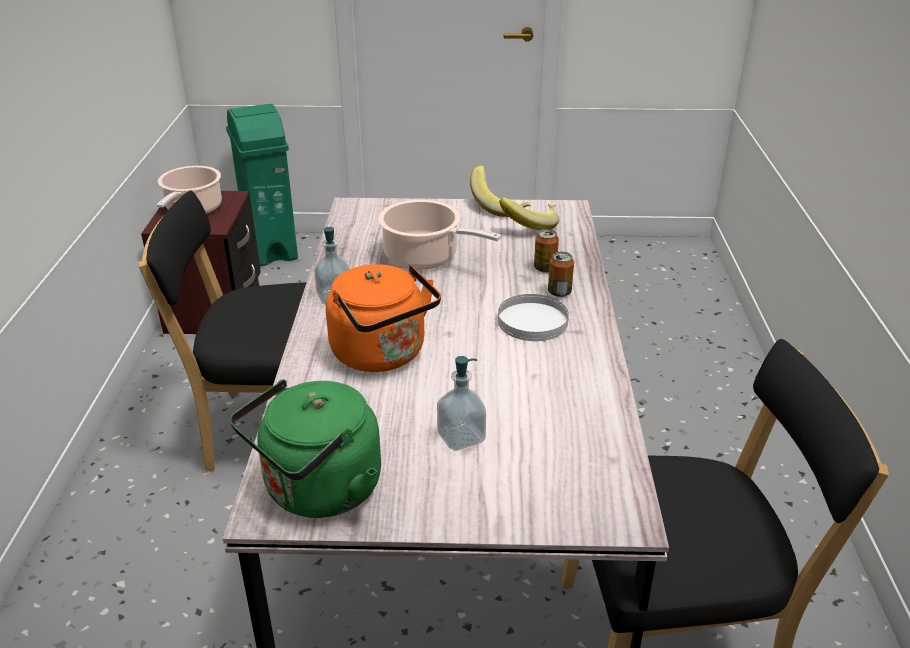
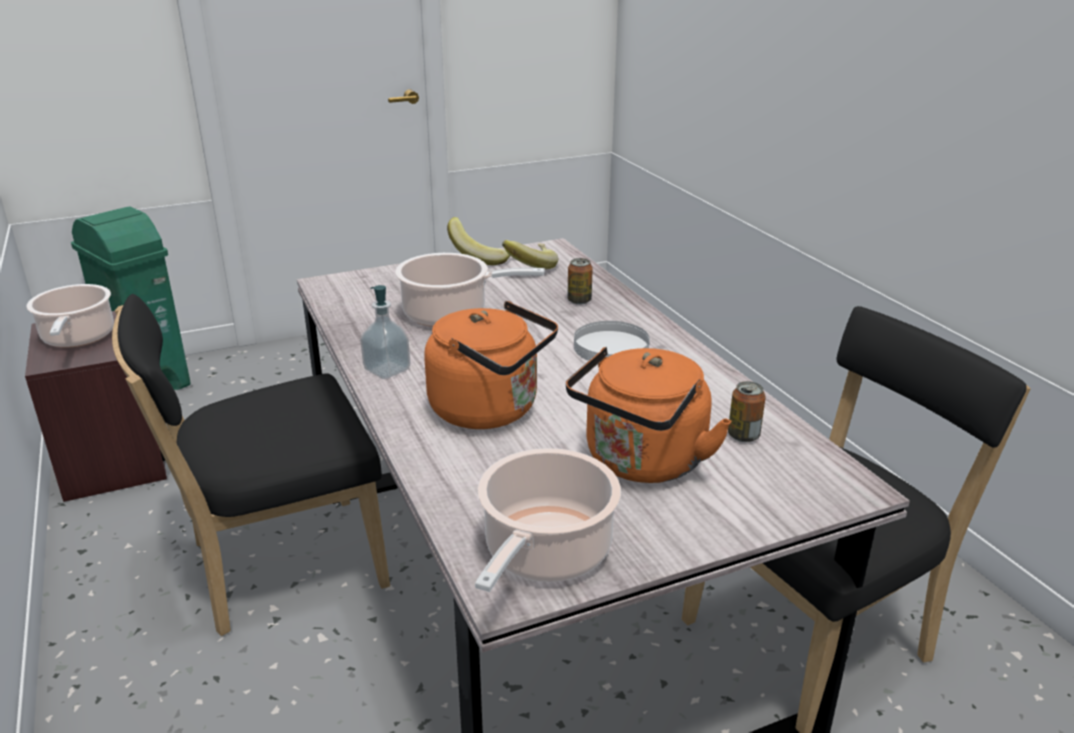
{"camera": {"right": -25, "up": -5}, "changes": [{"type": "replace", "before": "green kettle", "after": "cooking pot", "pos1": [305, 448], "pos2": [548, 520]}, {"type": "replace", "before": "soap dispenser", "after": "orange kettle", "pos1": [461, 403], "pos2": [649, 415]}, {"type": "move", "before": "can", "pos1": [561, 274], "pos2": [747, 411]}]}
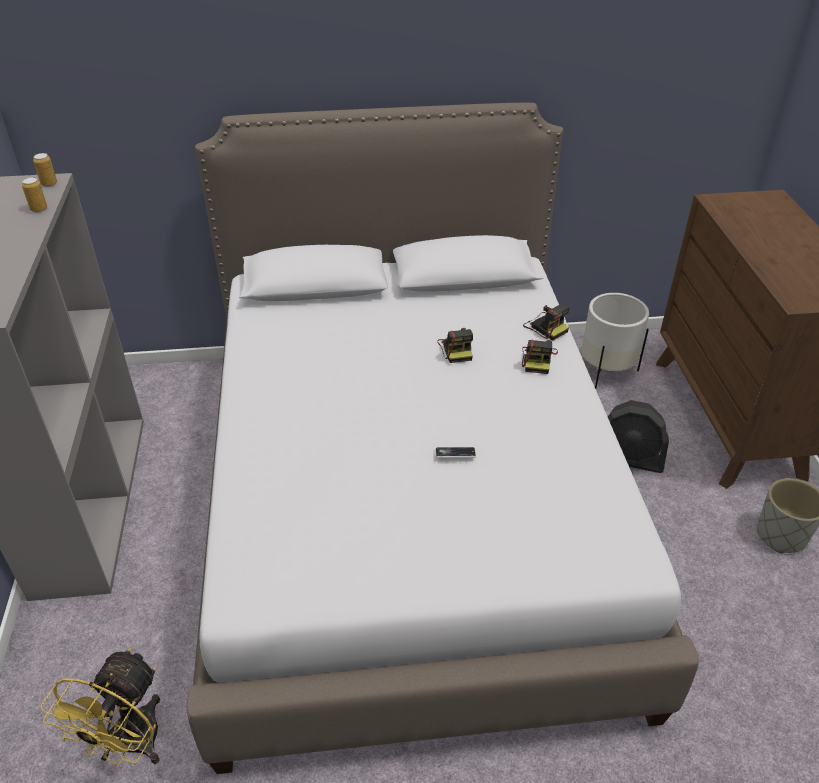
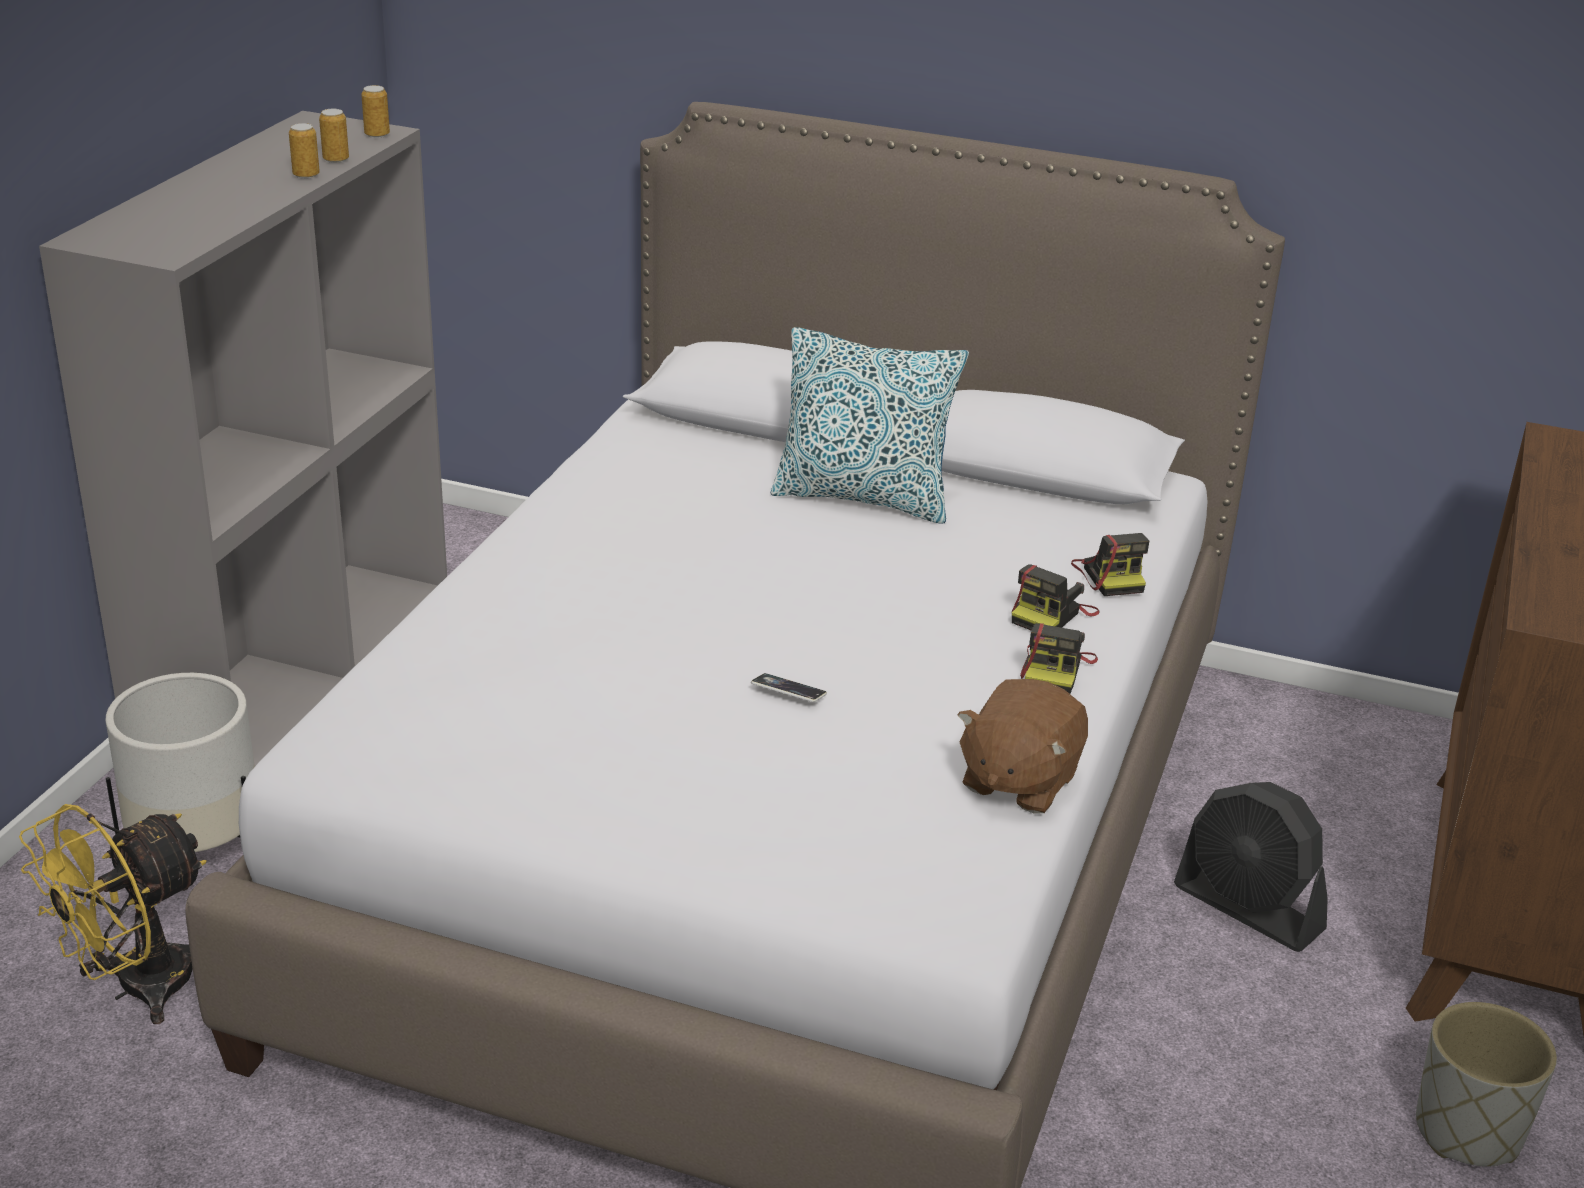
{"camera": {"right": 25, "up": -10}, "changes": [{"type": "move", "before": "photo camera", "pos1": [455, 345], "pos2": [1059, 658]}, {"type": "move", "before": "white planter", "pos1": [615, 341], "pos2": [180, 762]}, {"type": "insert", "after": "can", "pos2": [304, 151]}, {"type": "insert", "after": "pillow", "pos2": [870, 425]}, {"type": "insert", "after": "brown plush toy", "pos2": [1022, 746]}]}
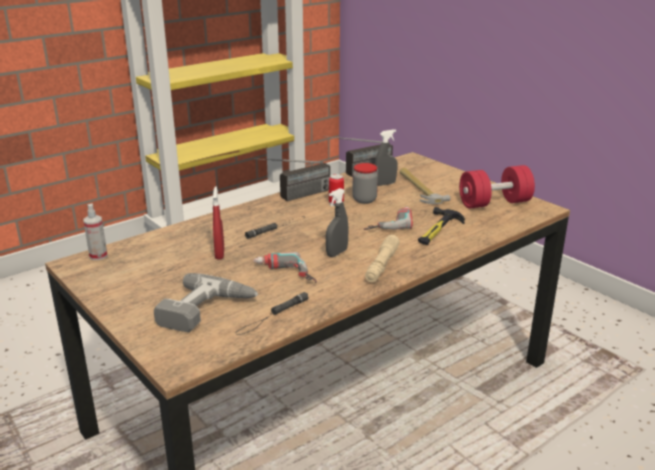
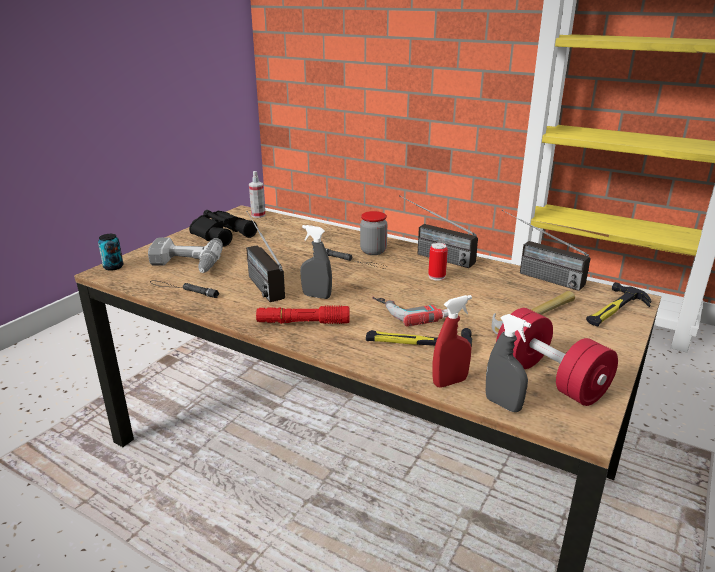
{"camera": {"right": 70, "up": 0}, "changes": [{"type": "move", "before": "red spray bottle", "pos1": [218, 223], "pos2": [452, 341]}, {"type": "replace", "before": "power drill", "after": "radio", "pos1": [285, 267], "pos2": [265, 256]}, {"type": "move", "before": "jar", "pos1": [365, 183], "pos2": [373, 233]}, {"type": "recolor", "before": "beige flashlight", "after": "red flashlight", "pos1": [382, 258], "pos2": [302, 314]}, {"type": "move", "before": "grey spray bottle", "pos1": [386, 157], "pos2": [508, 363]}, {"type": "insert", "after": "can", "pos2": [110, 252]}, {"type": "insert", "after": "black binoculars", "pos2": [223, 228]}, {"type": "insert", "after": "hammer", "pos2": [618, 304]}]}
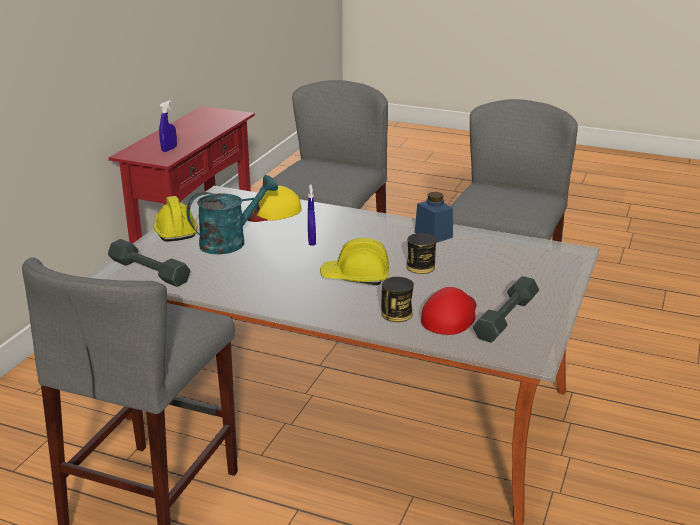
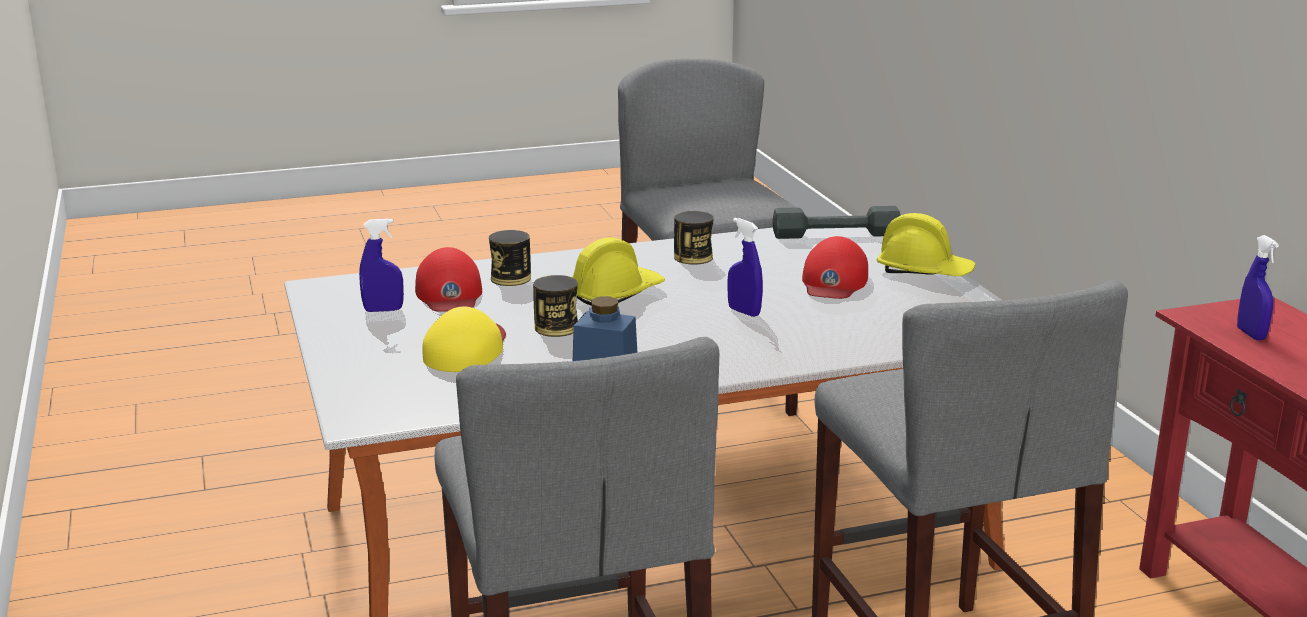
{"camera": {"right": 140, "up": -5}, "changes": [{"type": "replace", "before": "turquoise watering can", "after": "red cap", "pos1": [232, 214], "pos2": [835, 267]}, {"type": "move", "before": "yellow cap", "pos1": [274, 204], "pos2": [464, 339]}, {"type": "replace", "before": "grey dumbbell", "after": "blue spray bottle", "pos1": [506, 309], "pos2": [381, 265]}, {"type": "insert", "after": "can", "pos2": [694, 238]}]}
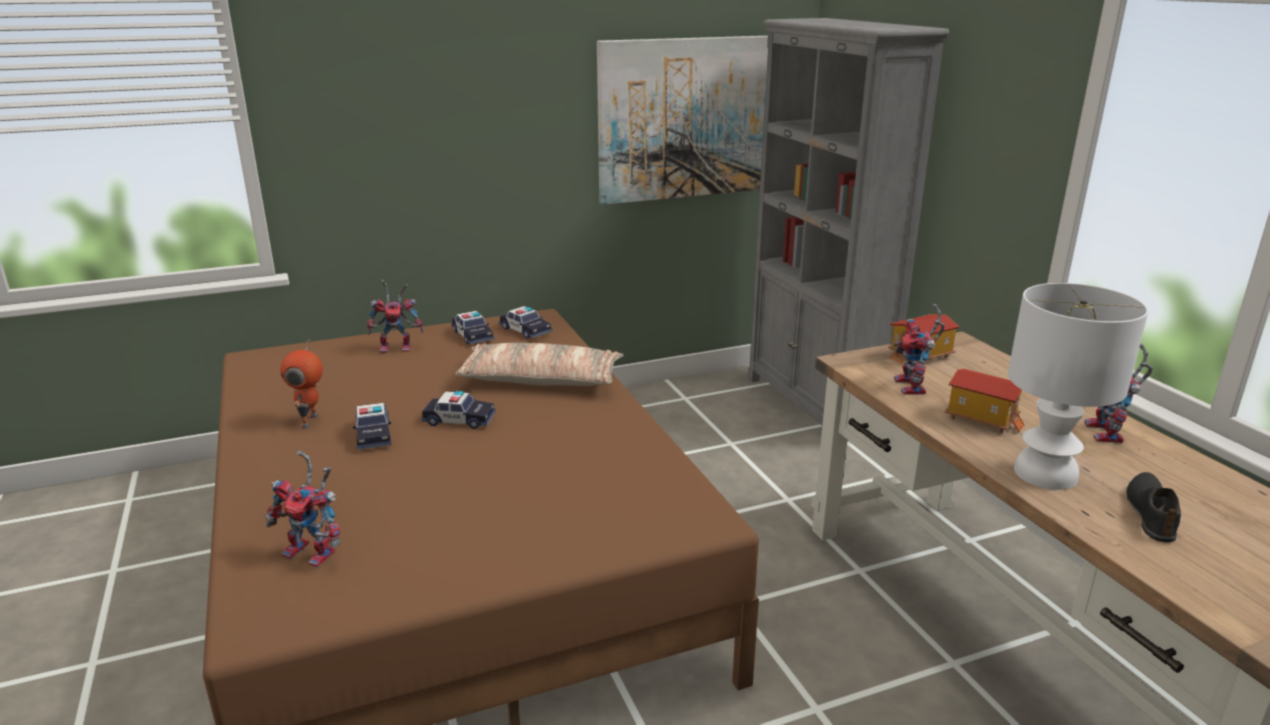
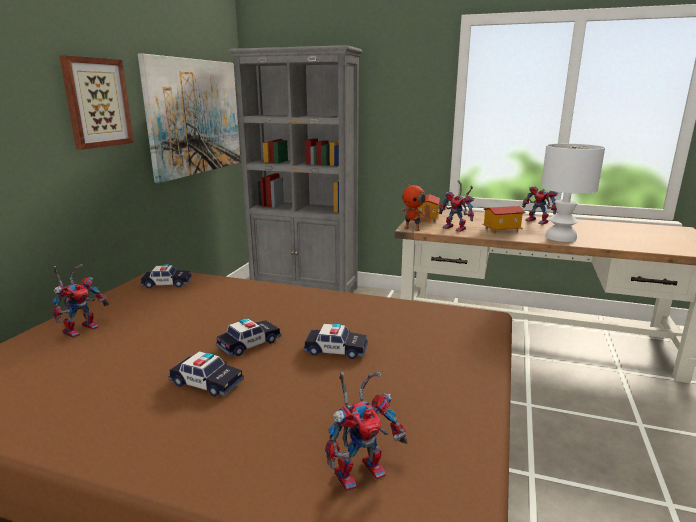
{"camera": {"right": -50, "up": -5}, "changes": [{"type": "move", "before": "toy robot", "pos1": [301, 383], "pos2": [414, 206]}, {"type": "move", "before": "toy car", "pos1": [472, 327], "pos2": [335, 341]}, {"type": "delete", "before": "pillow", "pos1": [539, 364]}, {"type": "delete", "before": "black shoe", "pos1": [1153, 507]}, {"type": "insert", "after": "picture", "pos2": [96, 102]}]}
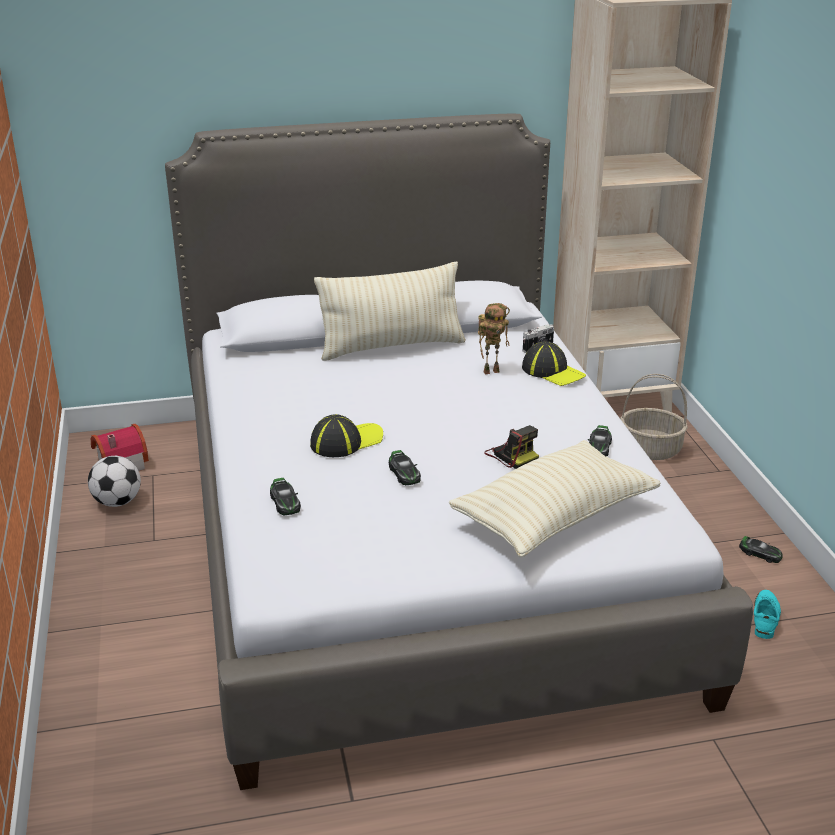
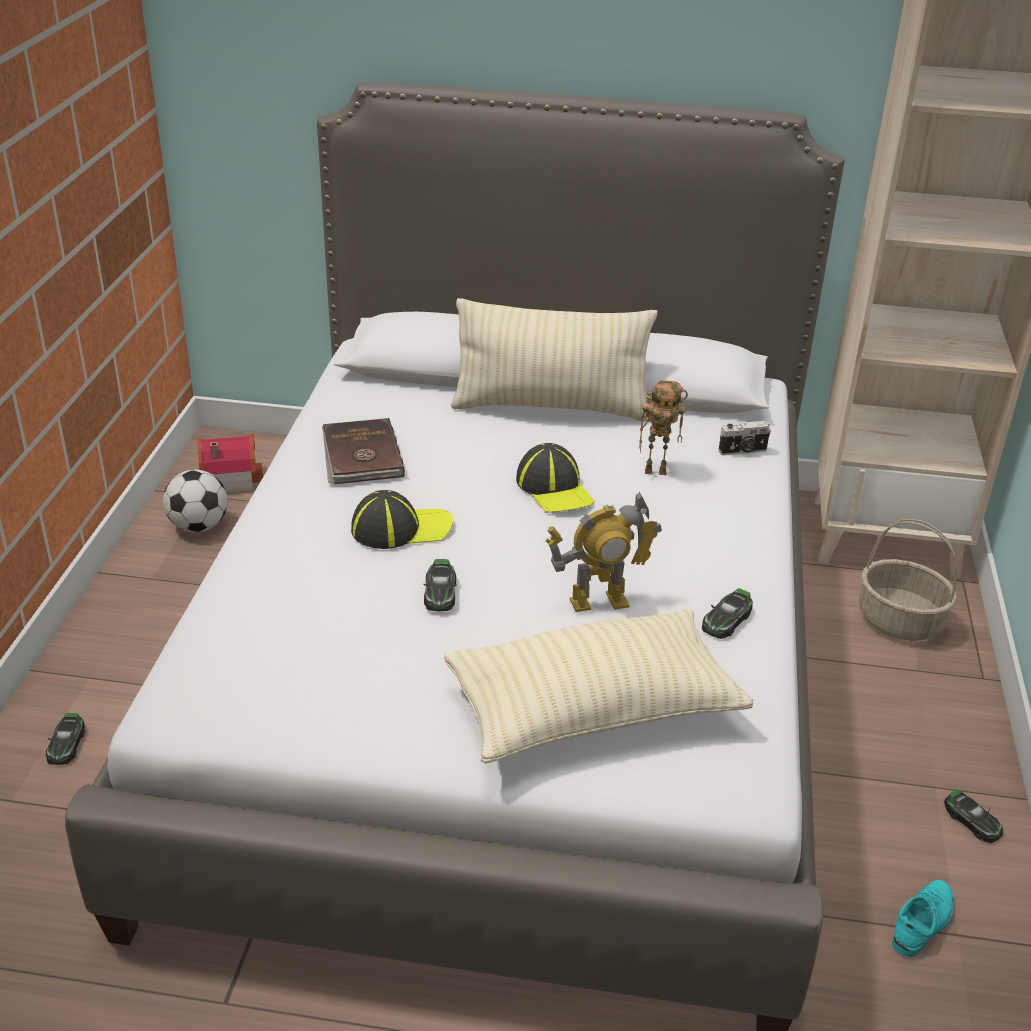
{"camera": {"right": 20, "up": 5}, "changes": [{"type": "move", "before": "toy car", "pos1": [285, 496], "pos2": [65, 739]}, {"type": "replace", "before": "photo camera", "after": "toy robot", "pos1": [511, 447], "pos2": [603, 552]}, {"type": "move", "before": "cap", "pos1": [554, 363], "pos2": [555, 478]}, {"type": "insert", "after": "brown book", "pos2": [363, 451]}]}
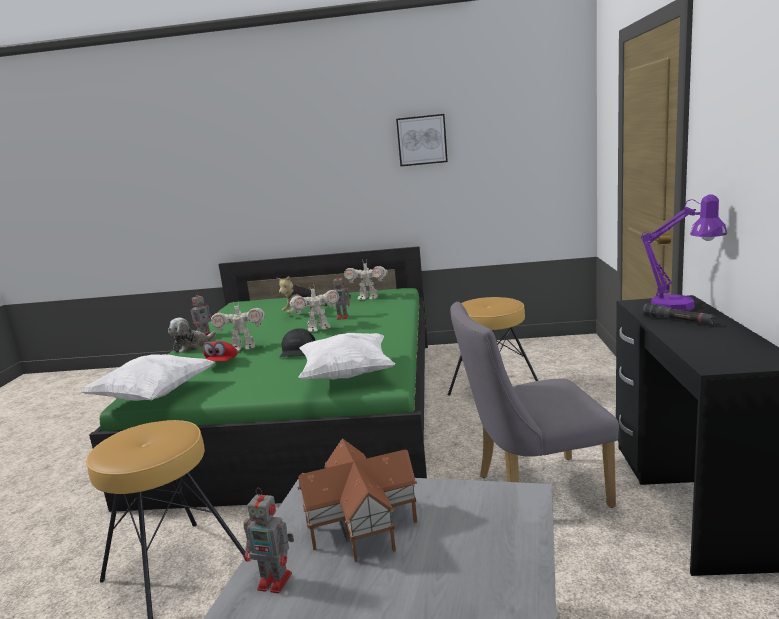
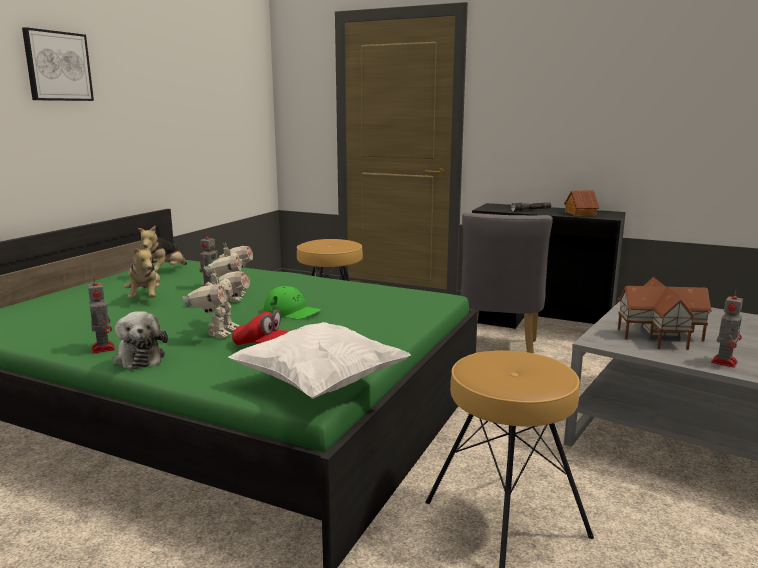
{"camera": {"right": -70, "up": 0}, "changes": [{"type": "recolor", "before": "black cap", "after": "green cap", "pos1": [298, 342], "pos2": [292, 302]}, {"type": "delete", "before": "white pillow", "pos1": [346, 356]}, {"type": "replace", "before": "toy robot", "after": "plush toy", "pos1": [366, 280], "pos2": [162, 249]}, {"type": "move", "before": "picture", "pos1": [422, 140], "pos2": [58, 64]}, {"type": "delete", "before": "purple table lamp", "pos1": [684, 252]}, {"type": "insert", "after": "toy house", "pos2": [581, 203]}]}
